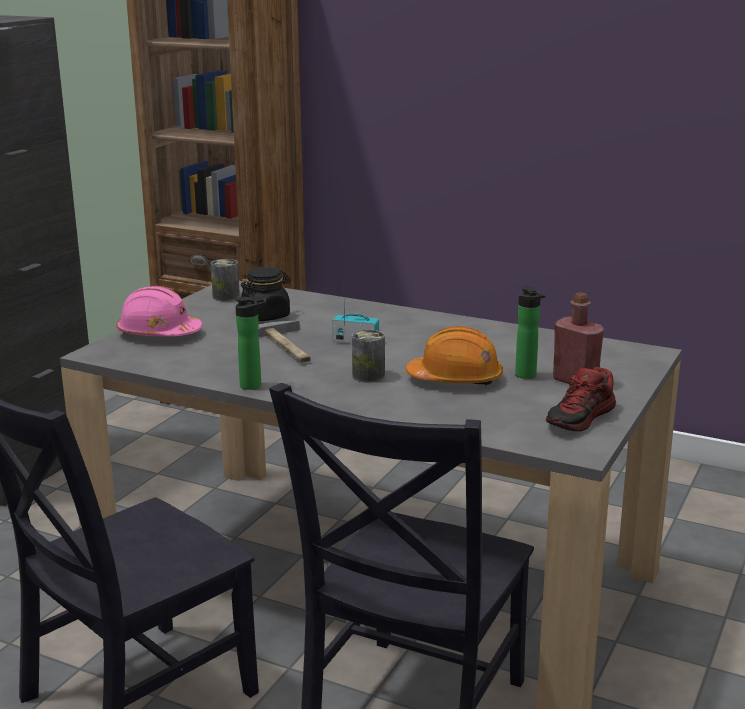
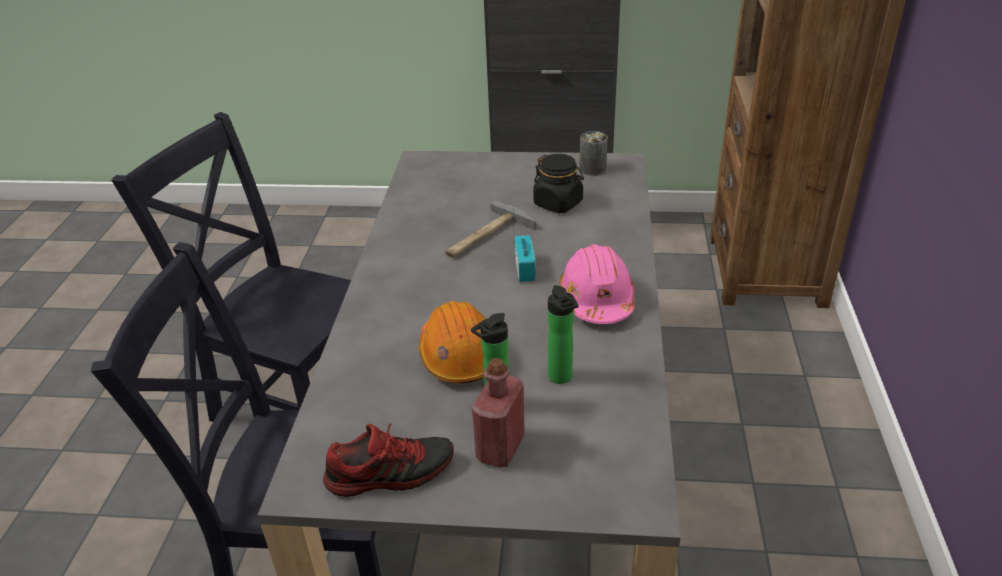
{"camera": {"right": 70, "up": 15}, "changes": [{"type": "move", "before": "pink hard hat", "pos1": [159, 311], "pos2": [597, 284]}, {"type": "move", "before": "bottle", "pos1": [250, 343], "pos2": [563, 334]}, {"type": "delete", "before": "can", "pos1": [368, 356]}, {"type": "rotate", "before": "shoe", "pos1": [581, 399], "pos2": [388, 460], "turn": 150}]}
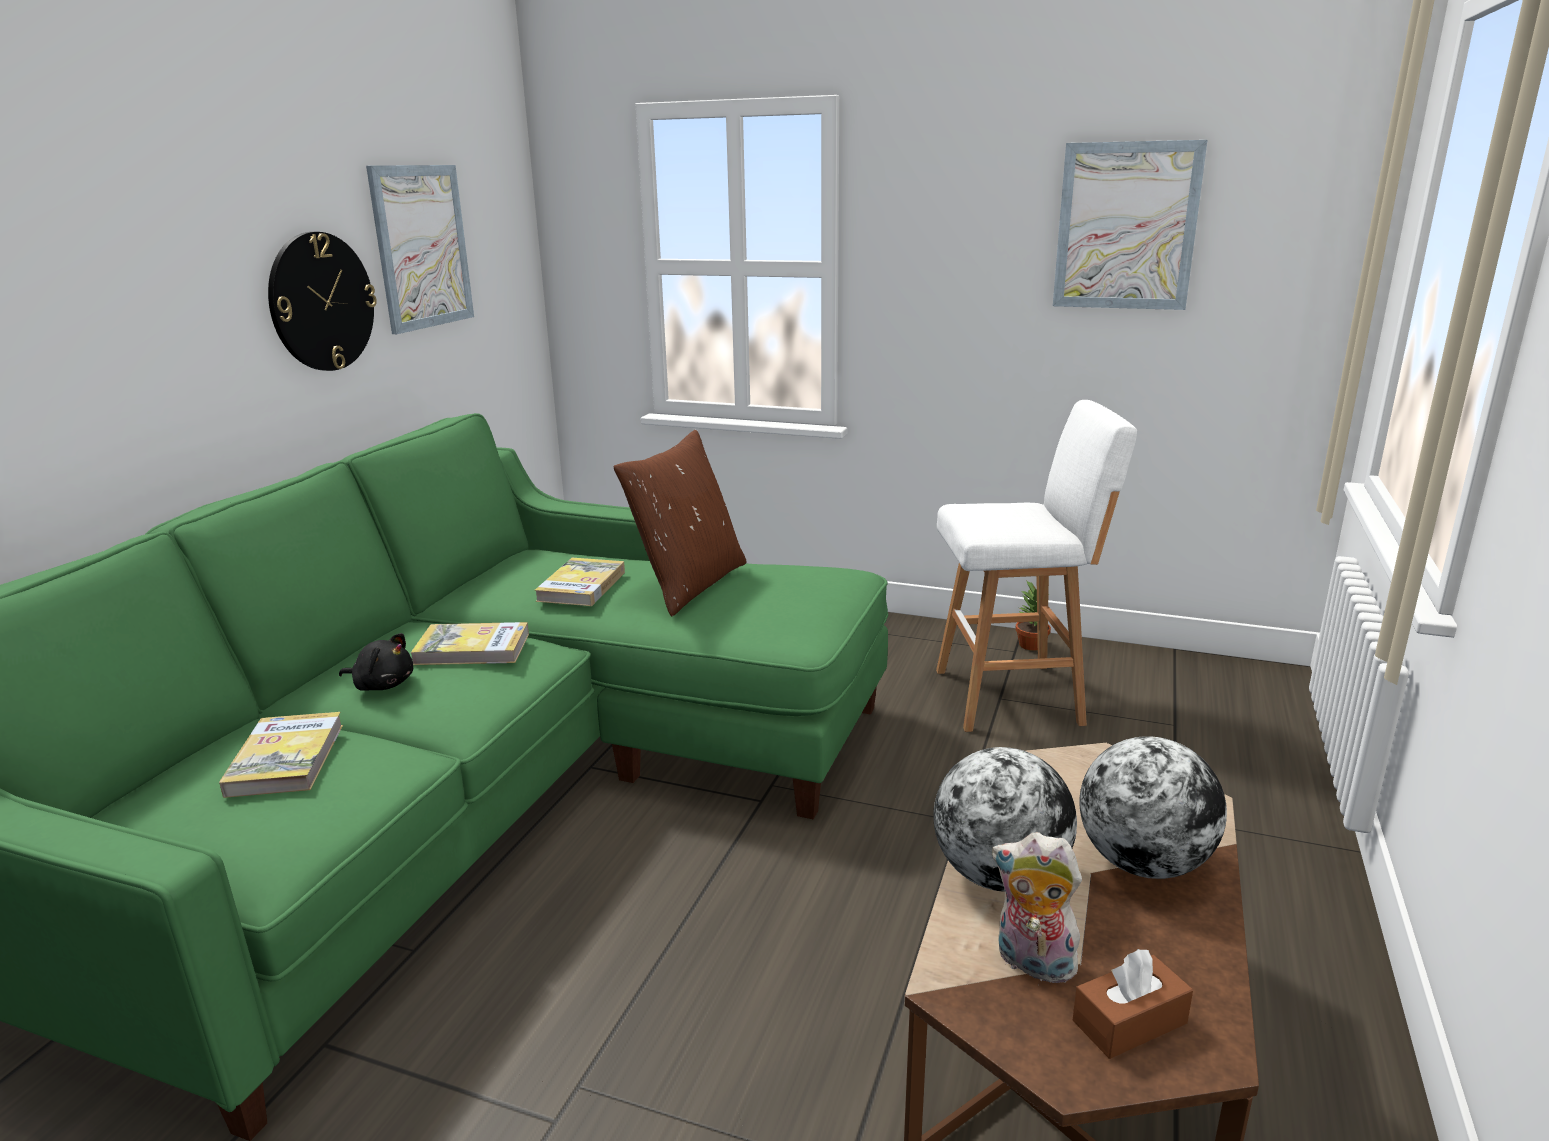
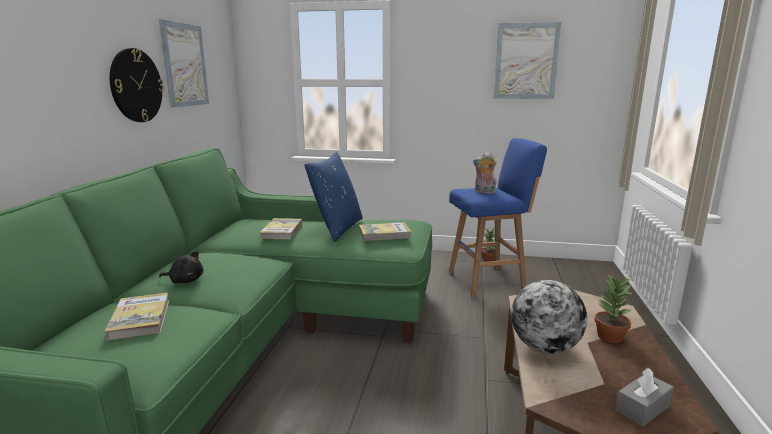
{"camera": {"right": -10, "up": -5}, "changes": [{"type": "move", "before": "book", "pos1": [470, 643], "pos2": [385, 231]}, {"type": "recolor", "before": "brown pillow", "after": "blue pillow", "pos1": [680, 523], "pos2": [333, 197]}, {"type": "recolor", "before": "white stool", "after": "blue stool", "pos1": [1036, 566], "pos2": [497, 218]}, {"type": "move", "before": "plush toy", "pos1": [1039, 909], "pos2": [484, 173]}, {"type": "recolor", "before": "brown tissue box", "after": "grey tissue box", "pos1": [1133, 1004], "pos2": [644, 397]}, {"type": "replace", "before": "globe", "after": "potted plant", "pos1": [1153, 807], "pos2": [614, 308]}]}
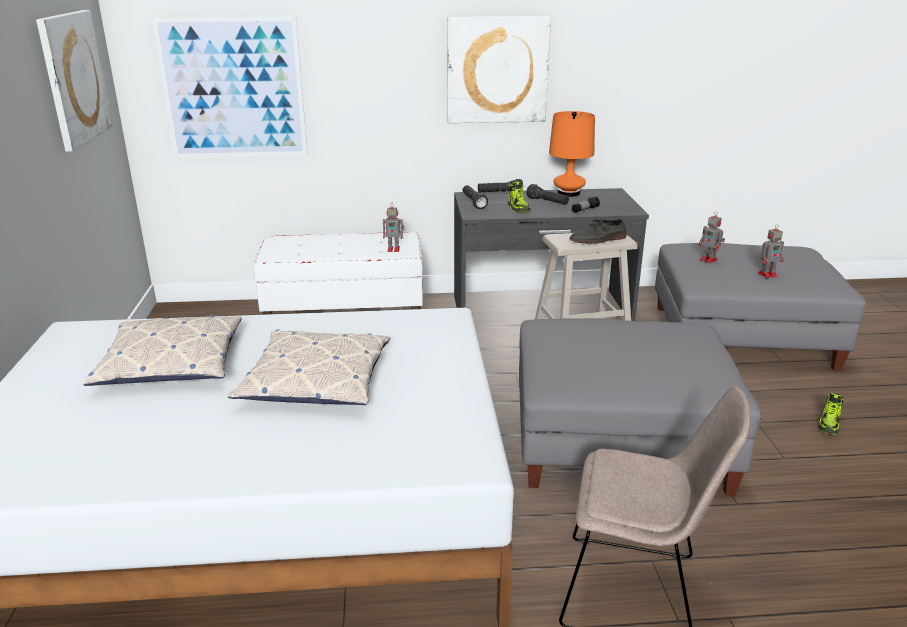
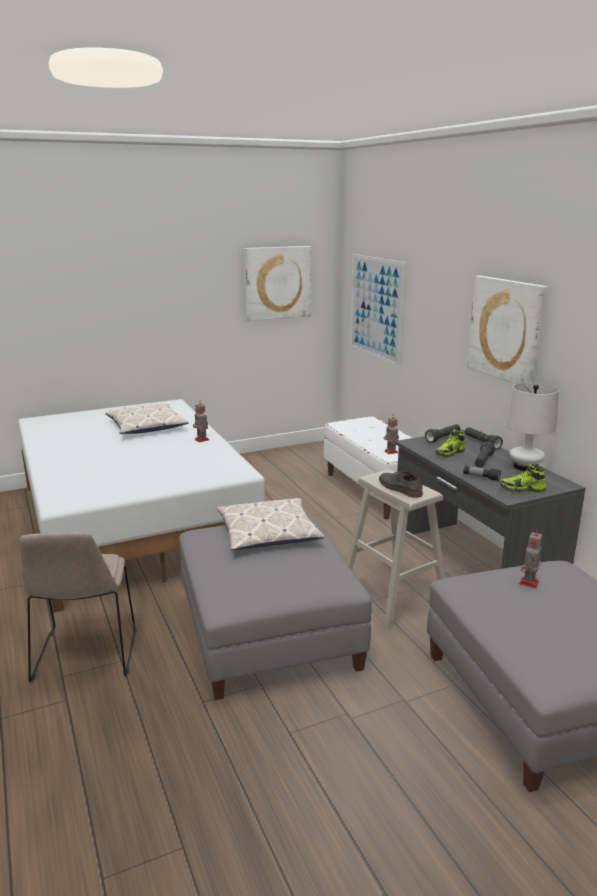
{"camera": {"right": 70, "up": -5}, "changes": [{"type": "move", "before": "pillow", "pos1": [308, 367], "pos2": [271, 524]}, {"type": "recolor", "before": "orange table lamp", "after": "white table lamp", "pos1": [572, 154], "pos2": [532, 427]}, {"type": "move", "before": "toy robot", "pos1": [771, 251], "pos2": [201, 421]}, {"type": "move", "before": "shoe", "pos1": [831, 414], "pos2": [523, 479]}]}
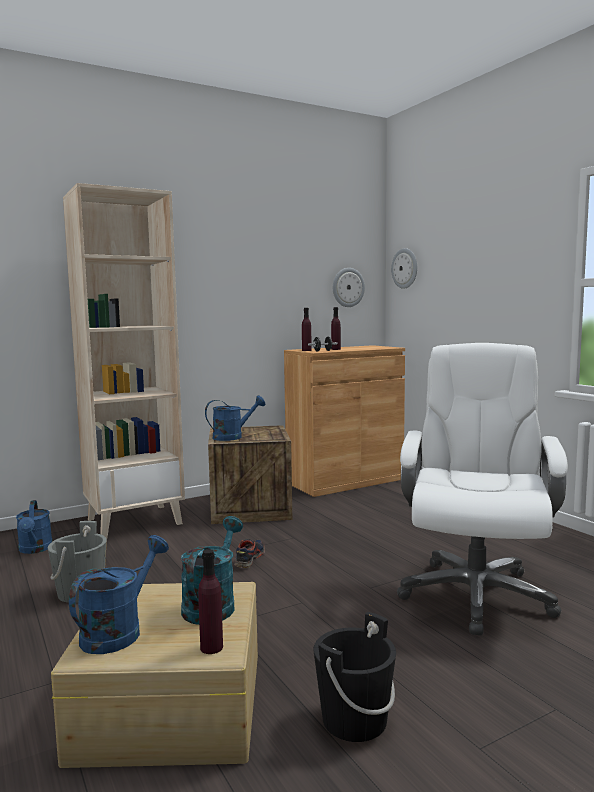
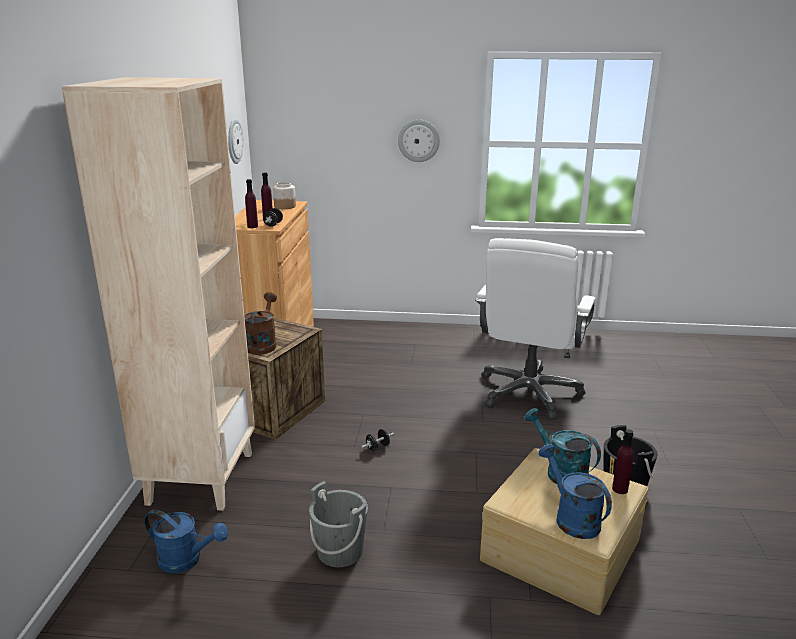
{"camera": {"right": -55, "up": 15}, "changes": [{"type": "recolor", "before": "blue watering can", "after": "brown watering can", "pos1": [235, 418], "pos2": [260, 323]}, {"type": "replace", "before": "shoe", "after": "black dumbbell", "pos1": [249, 553], "pos2": [378, 440]}, {"type": "move", "before": "wall clock", "pos1": [404, 268], "pos2": [419, 141]}, {"type": "rotate", "before": "white office chair", "pos1": [482, 489], "pos2": [535, 329], "turn": -120}, {"type": "insert", "after": "jar", "pos2": [284, 195]}]}
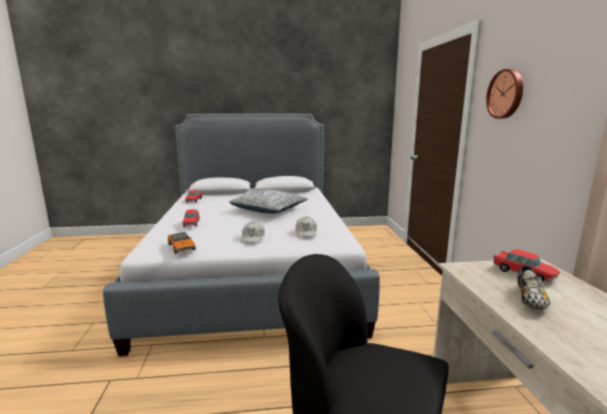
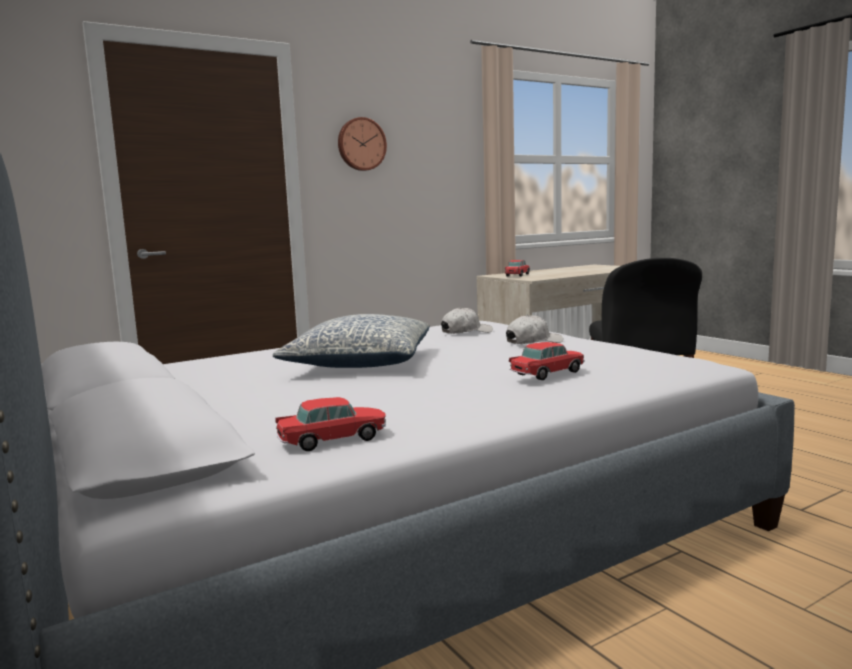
{"camera": {"right": -115, "up": -5}, "changes": [{"type": "delete", "before": "toy car", "pos1": [182, 243]}, {"type": "delete", "before": "shoe", "pos1": [533, 287]}]}
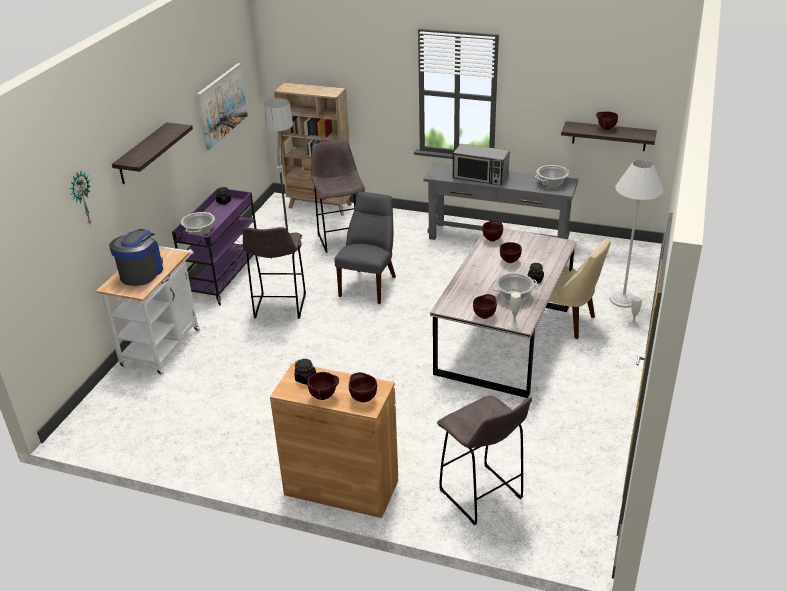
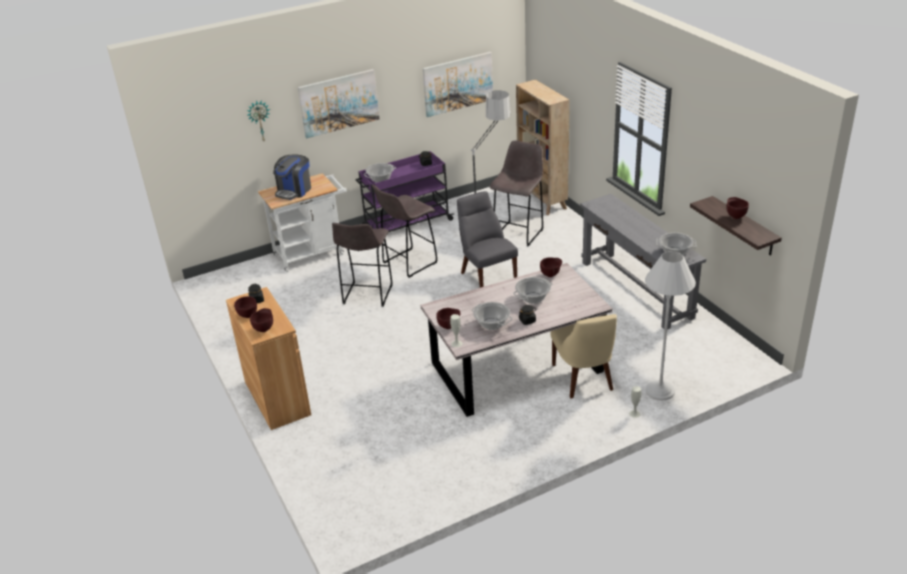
{"camera": {"right": 45, "up": 0}, "changes": [{"type": "rotate", "before": "coffee machine", "pos1": [136, 257], "pos2": [292, 177], "turn": 150}, {"type": "replace", "before": "shelf", "after": "picture", "pos1": [152, 153], "pos2": [338, 103]}, {"type": "rotate", "before": "grey chair", "pos1": [365, 248], "pos2": [487, 239], "turn": -90}, {"type": "move", "before": "grey stool", "pos1": [484, 460], "pos2": [362, 265]}, {"type": "delete", "before": "microwave", "pos1": [481, 165]}, {"type": "replace", "before": "brown bowl", "after": "cooking pot", "pos1": [511, 252], "pos2": [532, 290]}]}
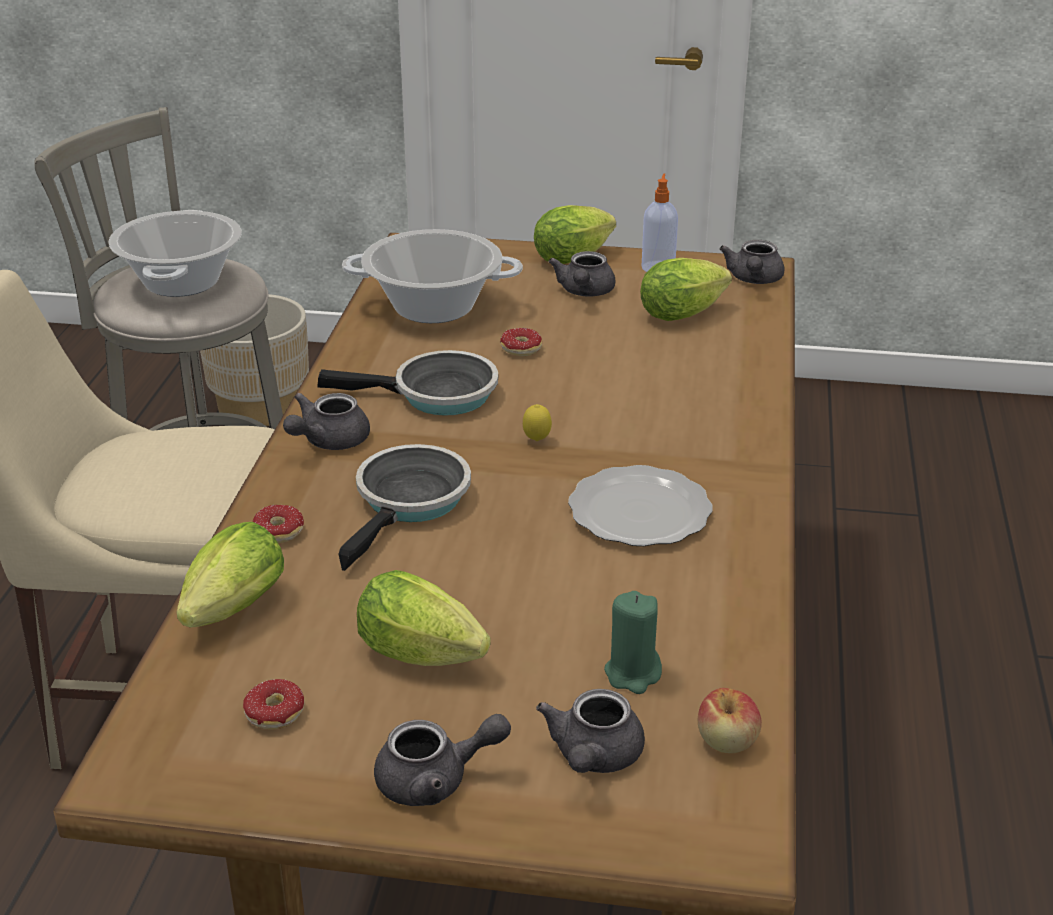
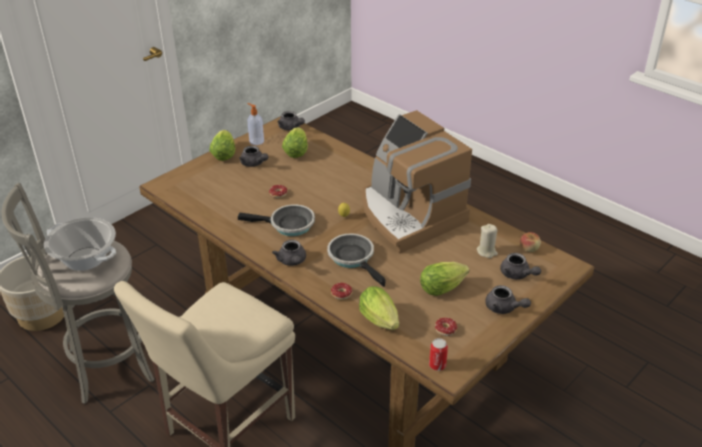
{"camera": {"right": -55, "up": 5}, "changes": [{"type": "rotate", "before": "frying pan", "pos1": [407, 383], "pos2": [276, 220], "turn": 60}, {"type": "delete", "before": "cooking pot", "pos1": [432, 276]}, {"type": "rotate", "before": "grey teapot", "pos1": [442, 760], "pos2": [508, 299], "turn": 105}, {"type": "replace", "before": "plate", "after": "coffee machine", "pos1": [640, 506], "pos2": [417, 182]}, {"type": "recolor", "before": "green candle", "after": "beige candle", "pos1": [633, 642], "pos2": [487, 241]}, {"type": "insert", "after": "can", "pos2": [438, 354]}]}
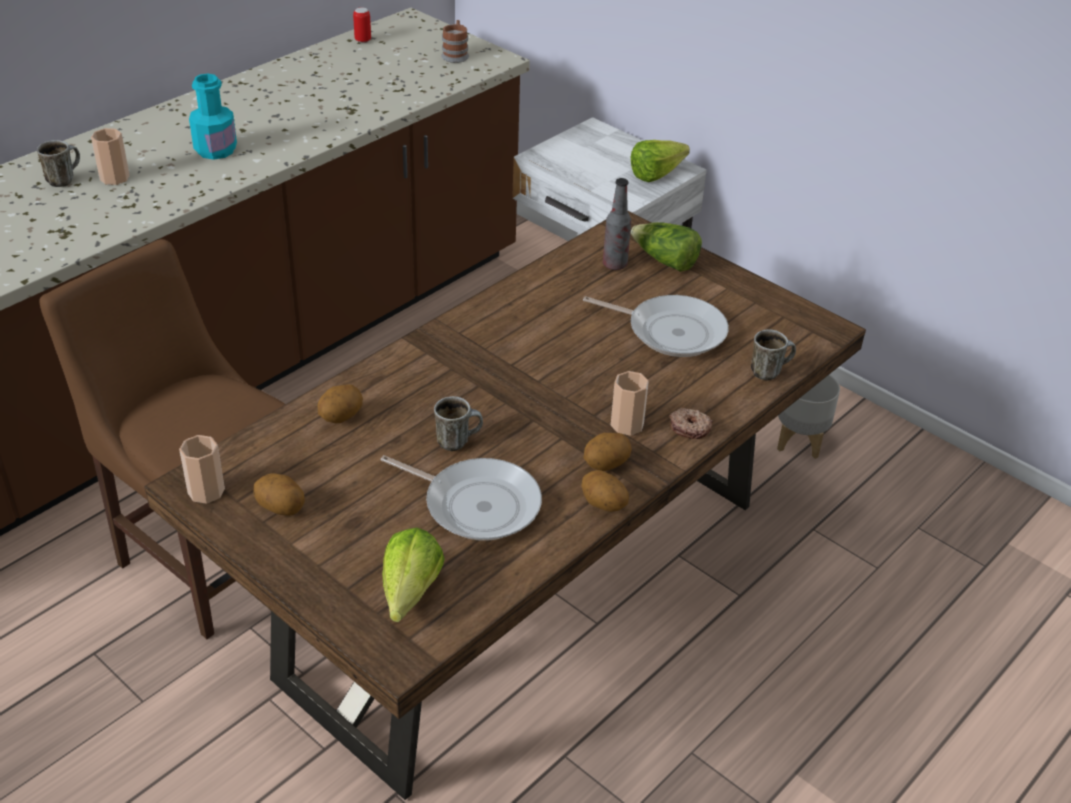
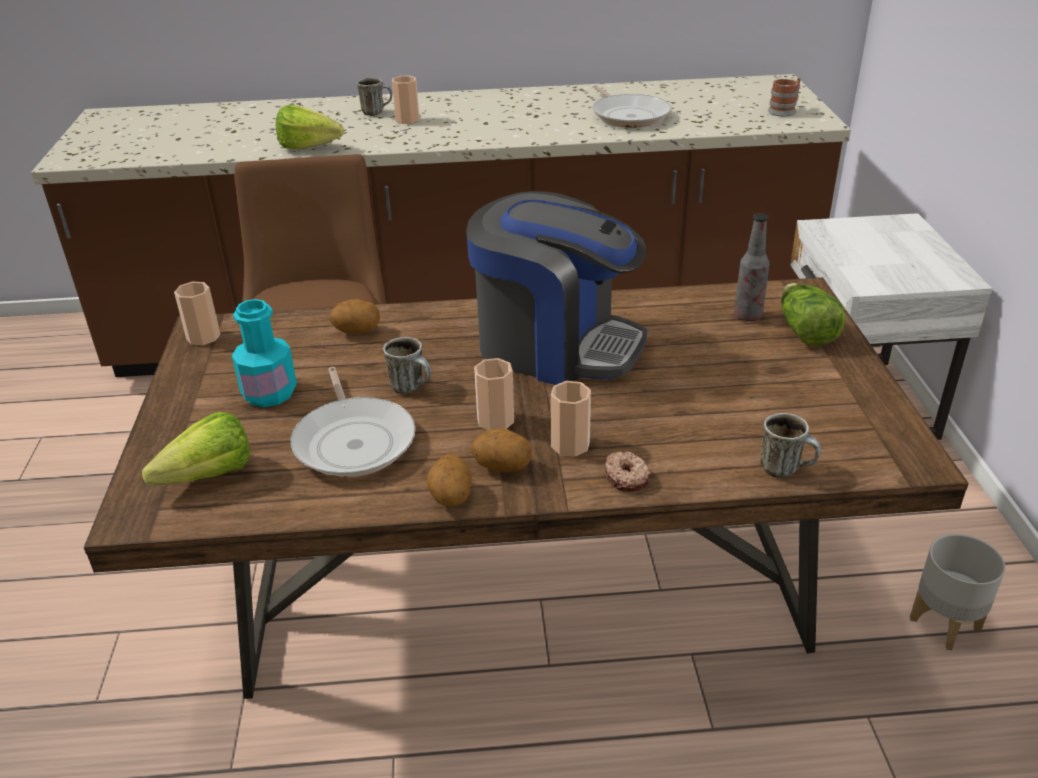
{"camera": {"right": 45, "up": -5}, "changes": [{"type": "move", "before": "turquoise bottle", "pos1": [213, 117], "pos2": [264, 353]}, {"type": "delete", "before": "potato", "pos1": [279, 494]}, {"type": "delete", "before": "can", "pos1": [362, 25]}, {"type": "move", "before": "frying pan", "pos1": [656, 326], "pos2": [631, 106]}, {"type": "move", "before": "lettuce", "pos1": [660, 161], "pos2": [310, 127]}, {"type": "insert", "after": "coffee machine", "pos2": [556, 288]}, {"type": "insert", "after": "cup", "pos2": [494, 394]}]}
